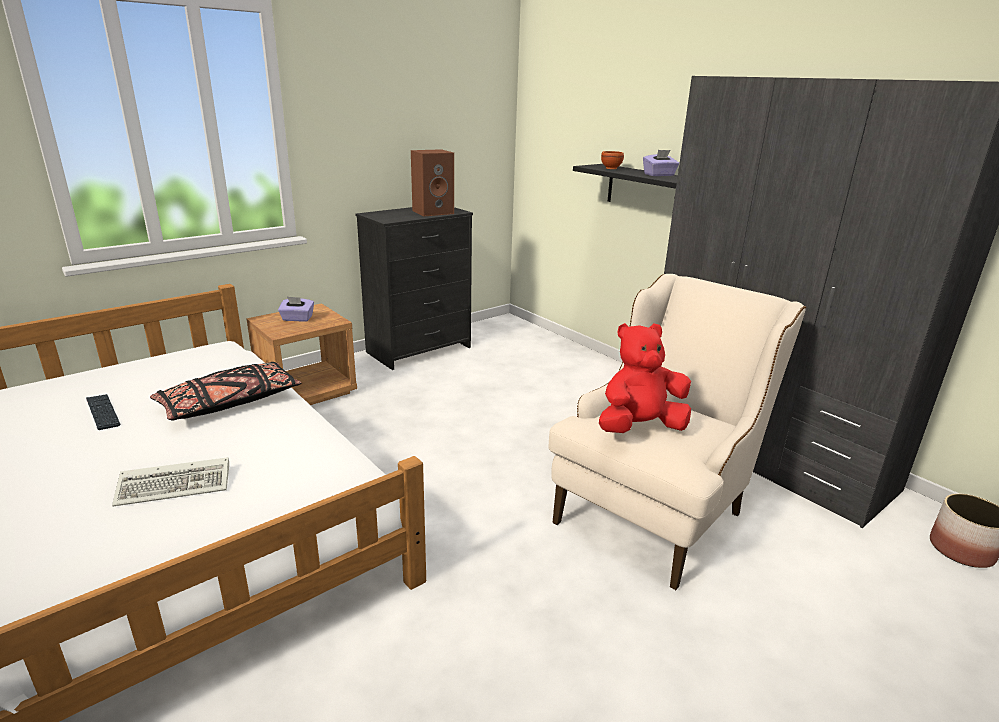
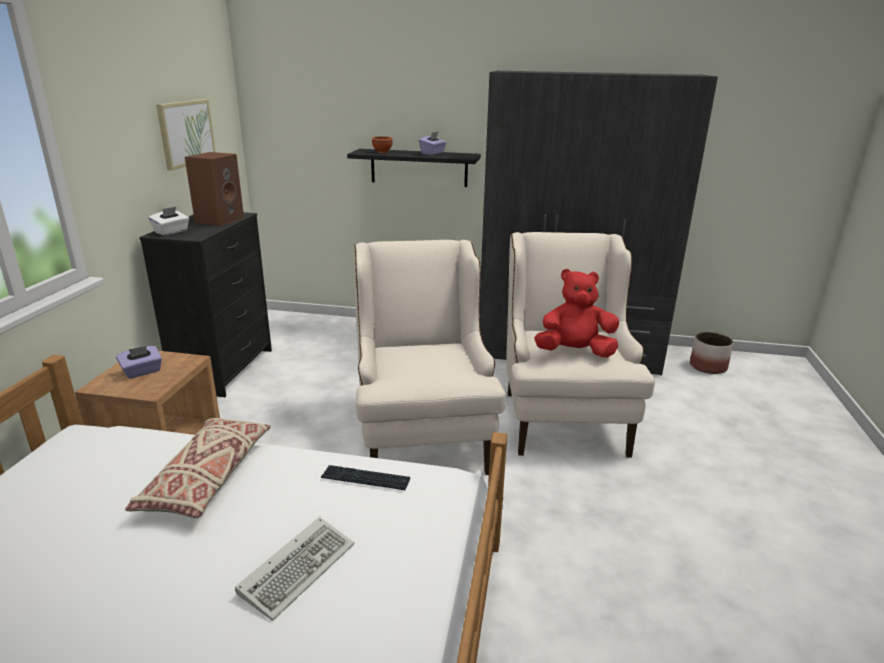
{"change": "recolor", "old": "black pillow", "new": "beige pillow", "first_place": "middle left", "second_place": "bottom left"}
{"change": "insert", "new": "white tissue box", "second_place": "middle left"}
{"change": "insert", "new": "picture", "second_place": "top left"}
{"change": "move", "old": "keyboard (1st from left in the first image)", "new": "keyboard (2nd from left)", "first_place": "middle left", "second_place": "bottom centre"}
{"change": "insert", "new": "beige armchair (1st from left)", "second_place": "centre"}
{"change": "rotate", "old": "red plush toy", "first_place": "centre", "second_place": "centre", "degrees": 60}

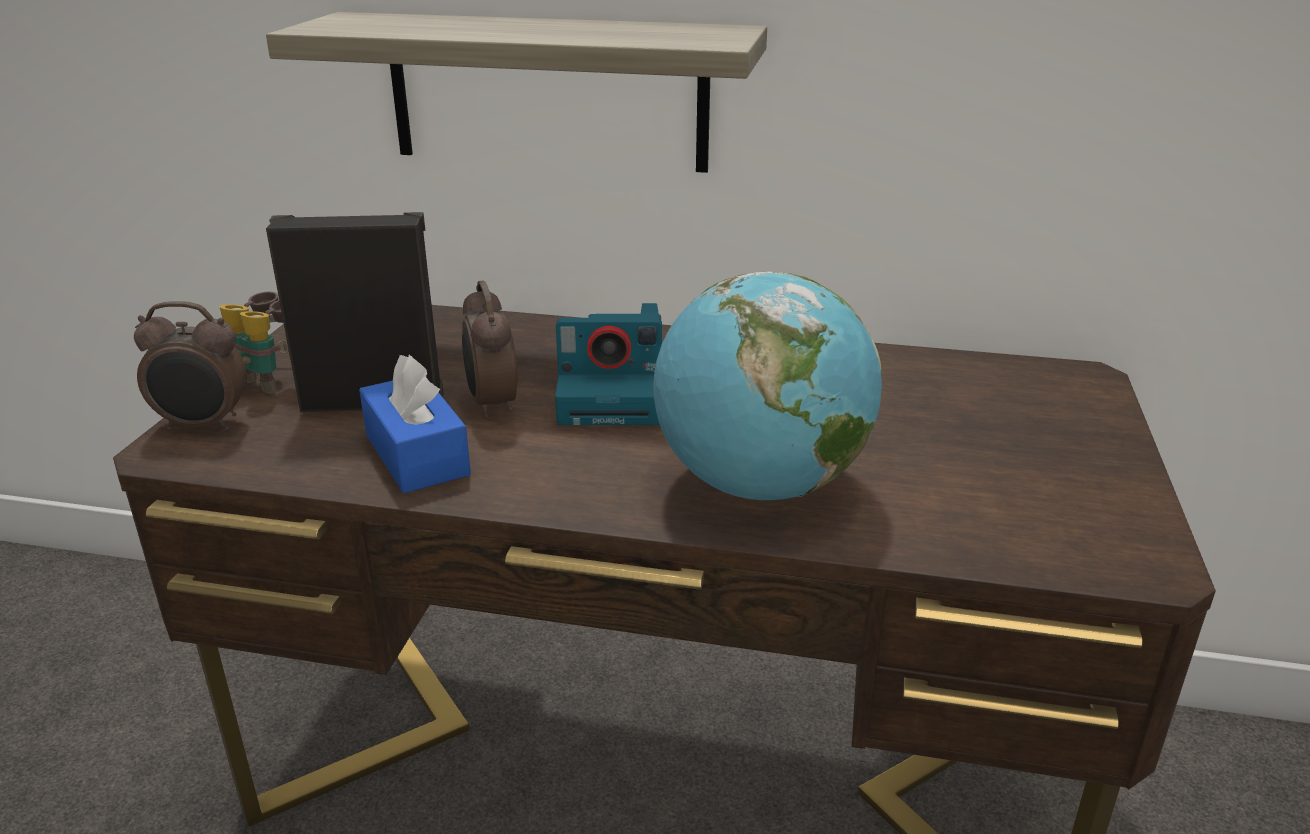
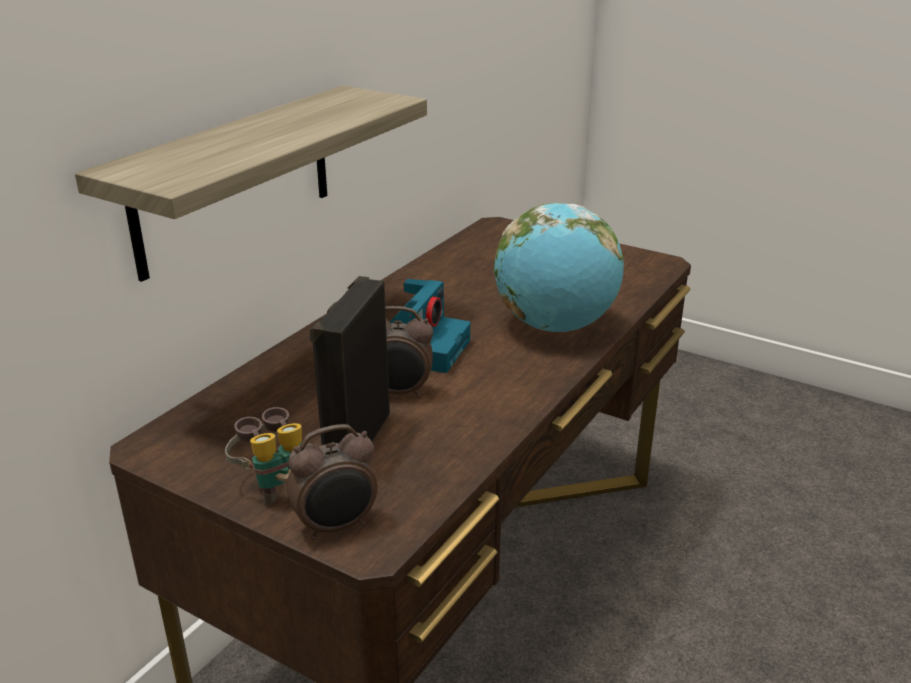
{"change": "rotate", "old": "alarm clock (1st from left)", "first_place": "middle left", "second_place": "bottom centre", "degrees": 45}
{"change": "delete", "old": "blue tissue box", "first_place": "middle left"}

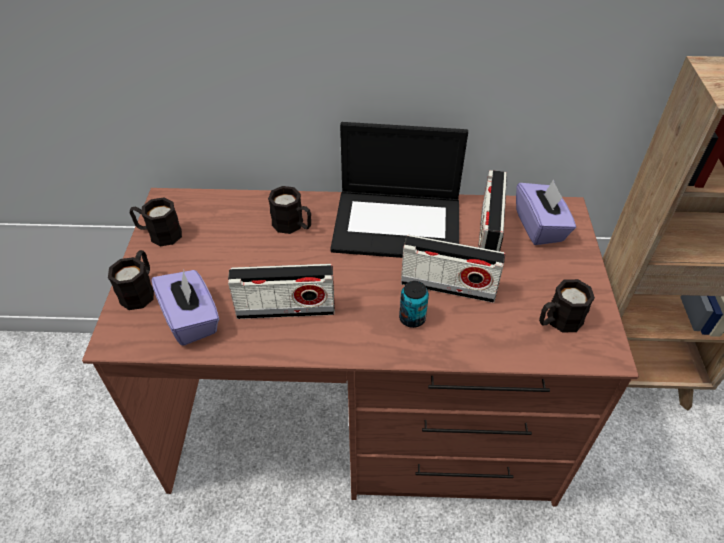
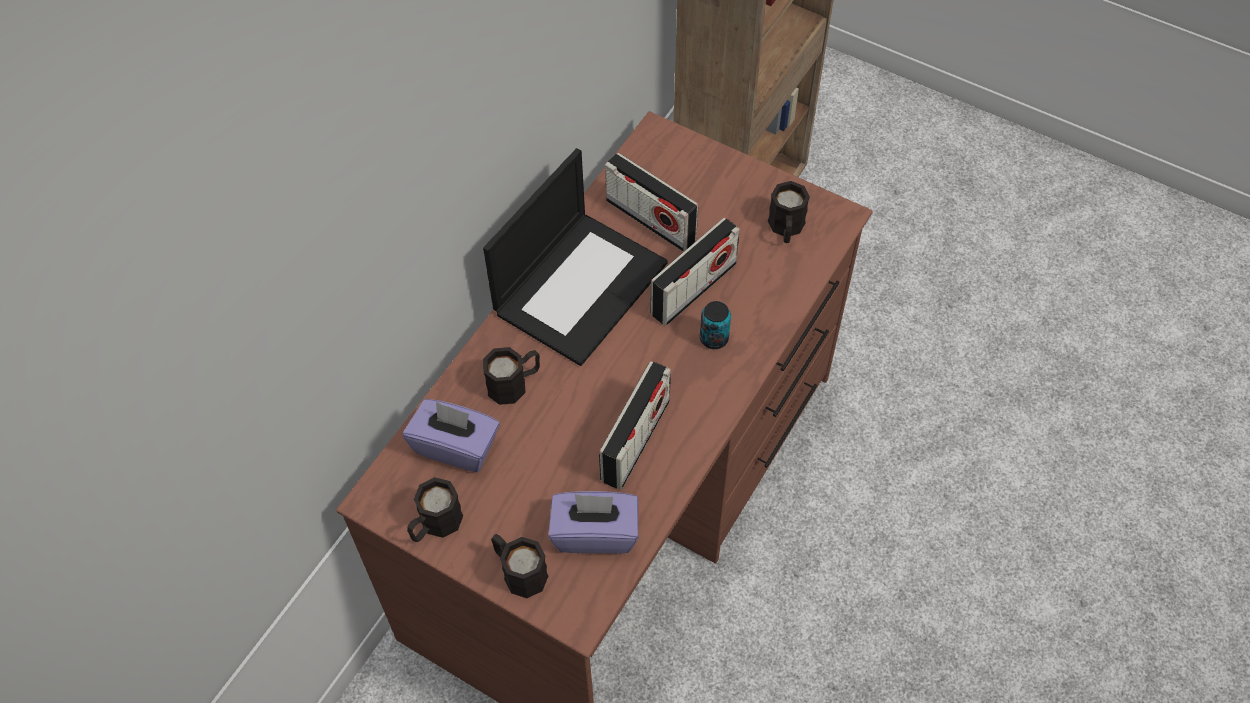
{"change": "move", "old": "purple tissue box (2nd from left in the first image)", "new": "purple tissue box (1st from left)", "first_place": "middle right", "second_place": "centre"}

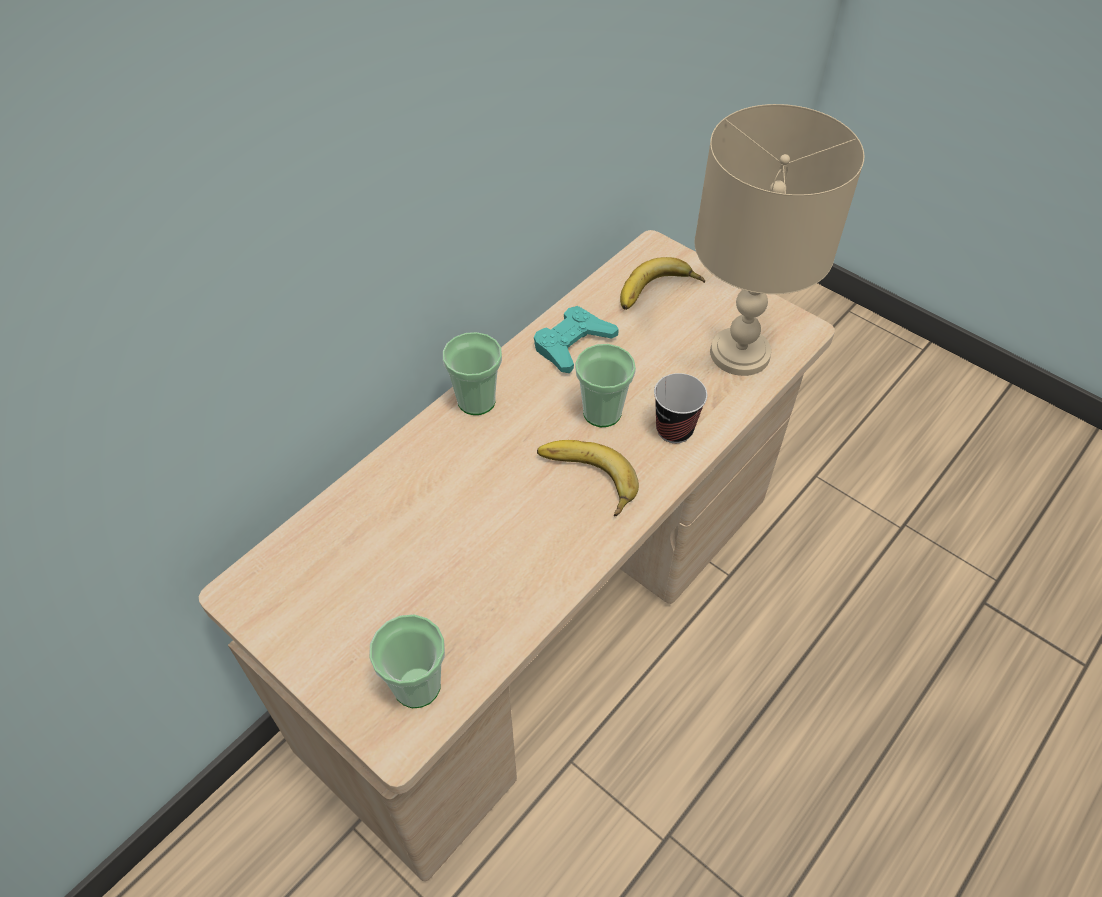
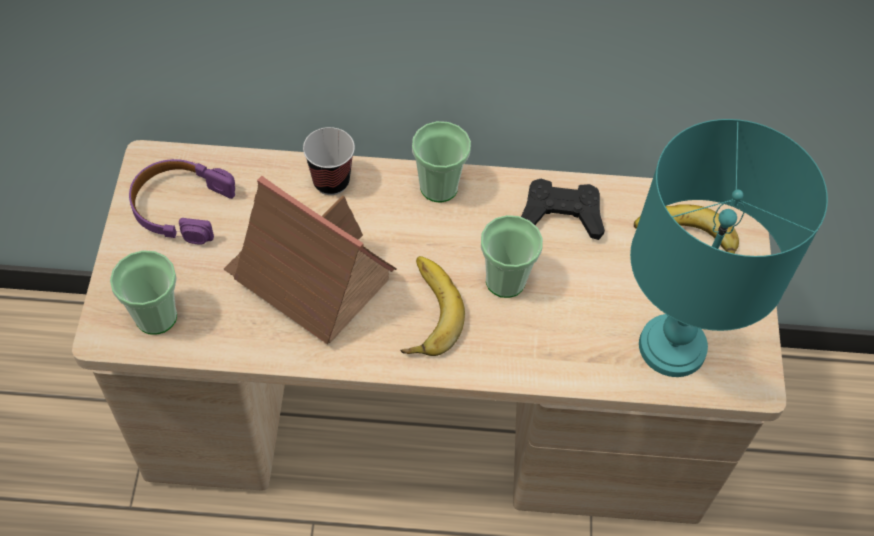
{"change": "insert", "new": "purple headphones", "second_place": "middle left"}
{"change": "insert", "new": "toy house", "second_place": "centre"}
{"change": "move", "old": "cup (4th from left in the first image)", "new": "cup (2nd from left)", "first_place": "centre", "second_place": "top centre"}
{"change": "recolor", "old": "turquoise game controller", "new": "black game controller", "first_place": "centre", "second_place": "centre"}
{"change": "recolor", "old": "beige table lamp", "new": "turquoise table lamp", "first_place": "top right", "second_place": "middle right"}

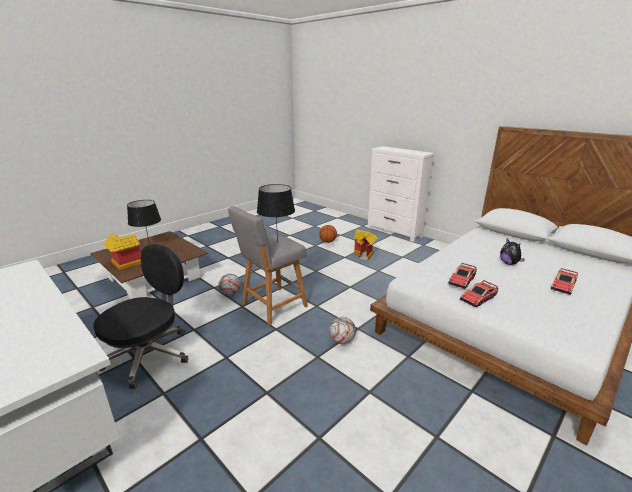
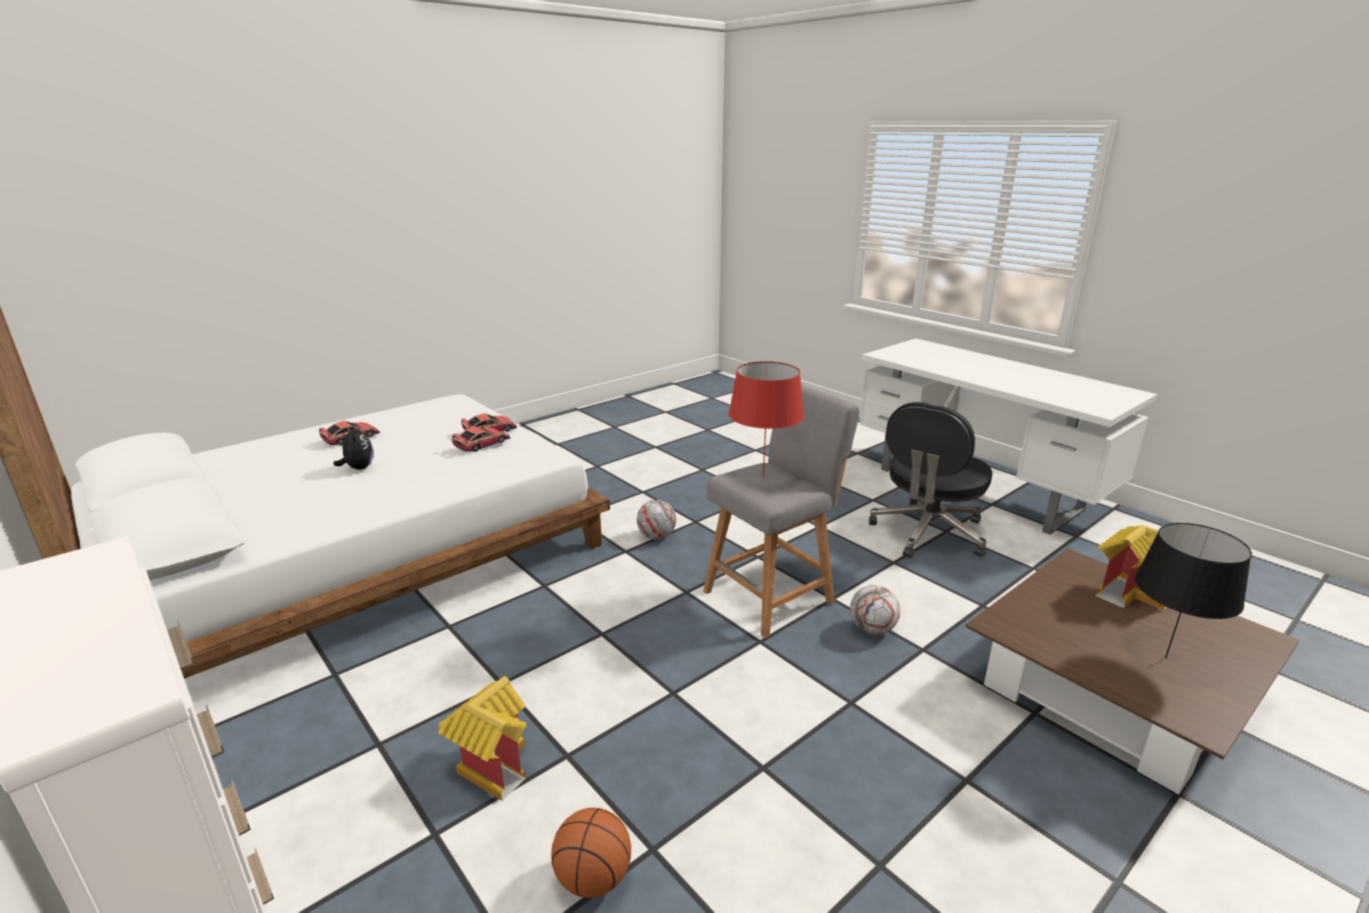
{"change": "recolor", "old": "black table lamp (2nd from left)", "new": "red table lamp", "first_place": "centre", "second_place": "centre"}

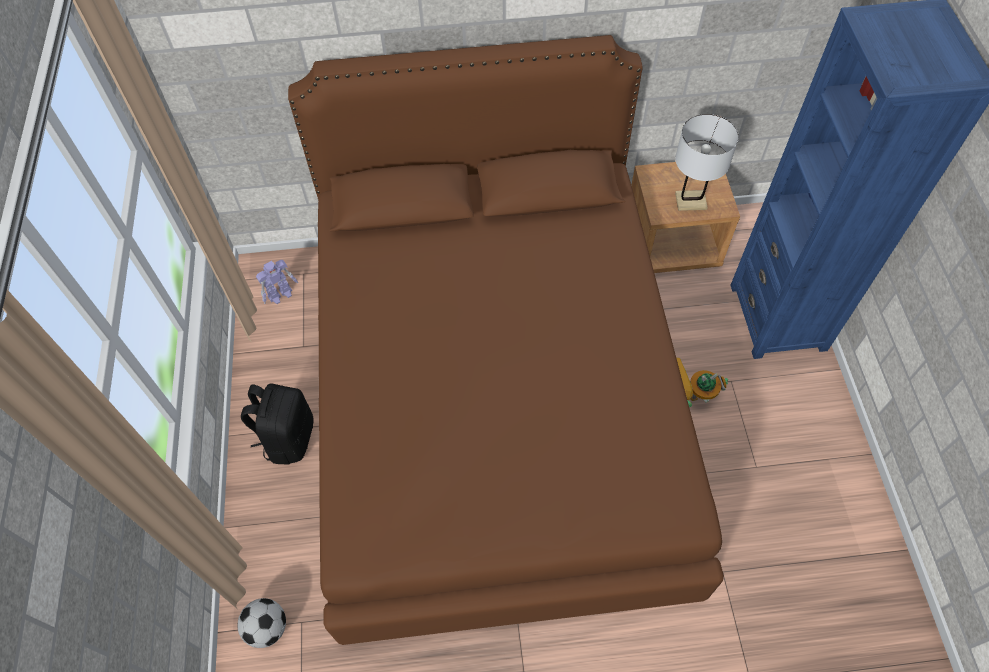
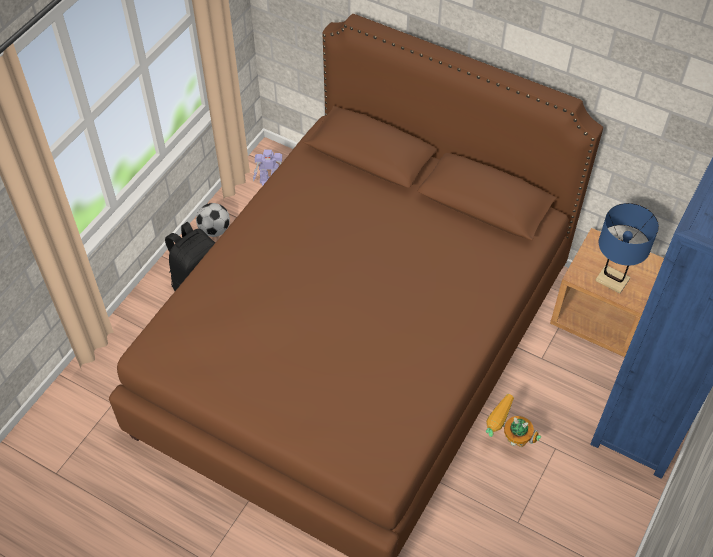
{"change": "move", "old": "football", "first_place": "bottom left", "second_place": "middle left"}
{"change": "recolor", "old": "white table lamp", "new": "blue table lamp", "first_place": "top right", "second_place": "middle right"}

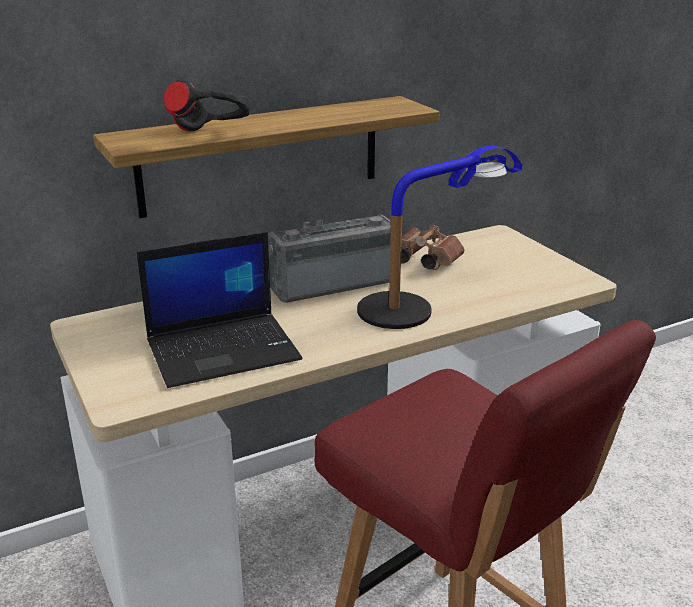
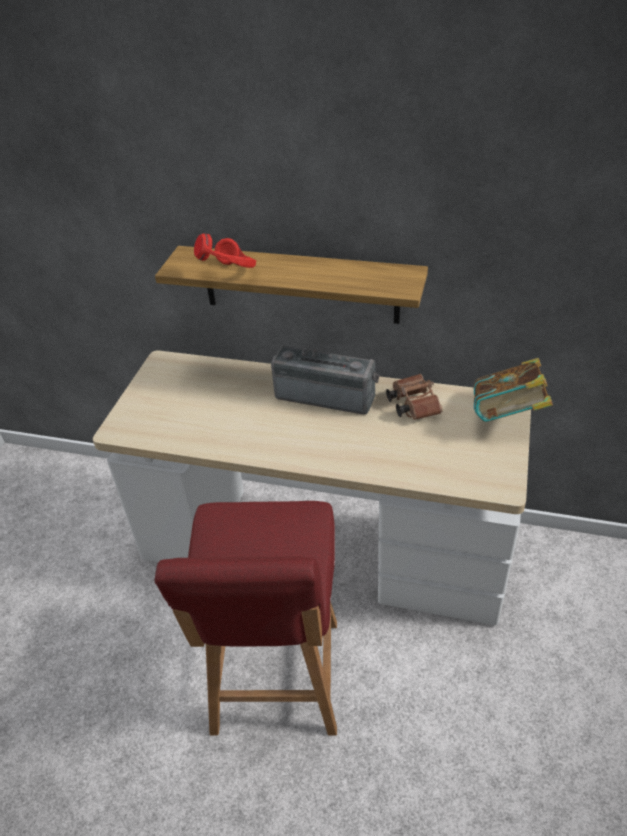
{"change": "recolor", "old": "black headphones", "new": "red headphones", "first_place": "top left", "second_place": "top centre"}
{"change": "insert", "new": "book", "second_place": "middle right"}
{"change": "delete", "old": "laptop", "first_place": "middle left"}
{"change": "delete", "old": "table lamp", "first_place": "centre"}

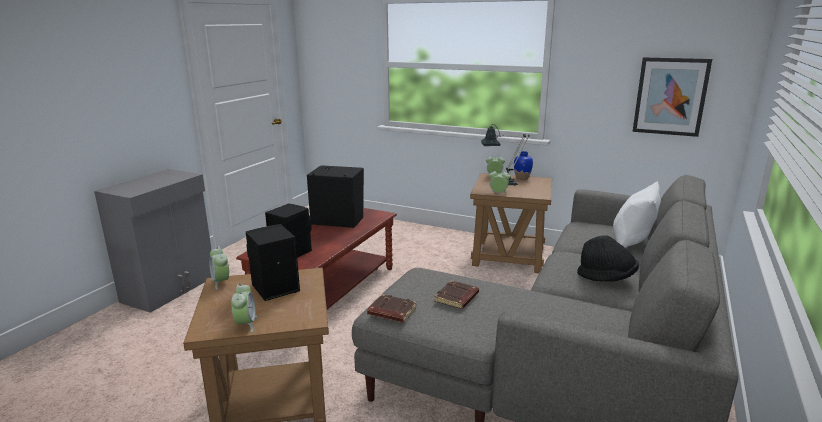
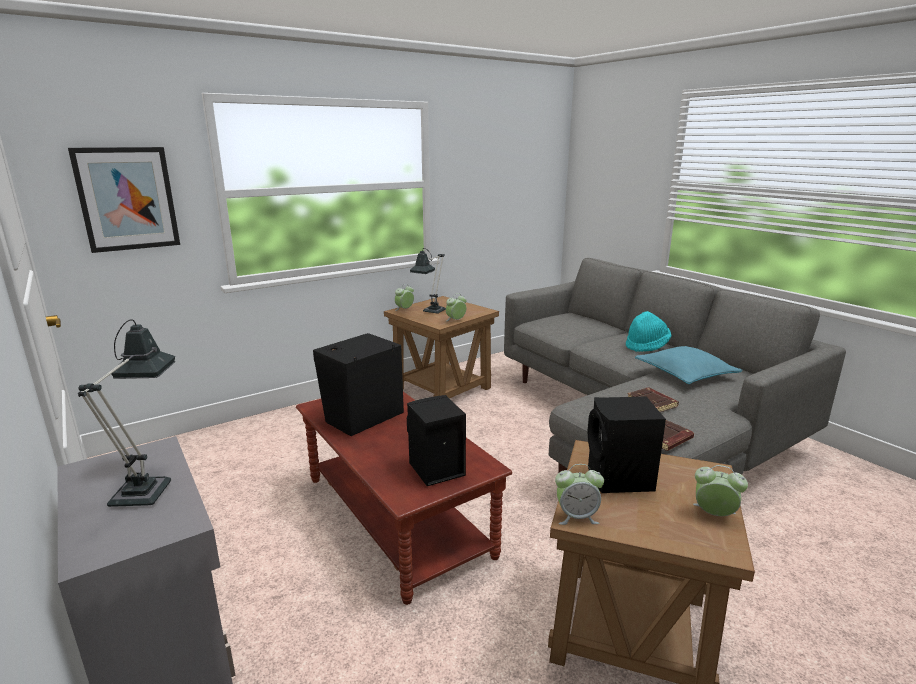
{"change": "move", "old": "picture", "first_place": "top right", "second_place": "top left"}
{"change": "insert", "new": "table lamp (1st from left)", "second_place": "middle left"}
{"change": "recolor", "old": "black hat", "new": "turquoise hat", "first_place": "middle right", "second_place": "middle right"}
{"change": "insert", "new": "turquoise pillow", "second_place": "middle right"}
{"change": "delete", "old": "blue vase", "first_place": "centre"}
{"change": "delete", "old": "white pillow", "first_place": "middle right"}

